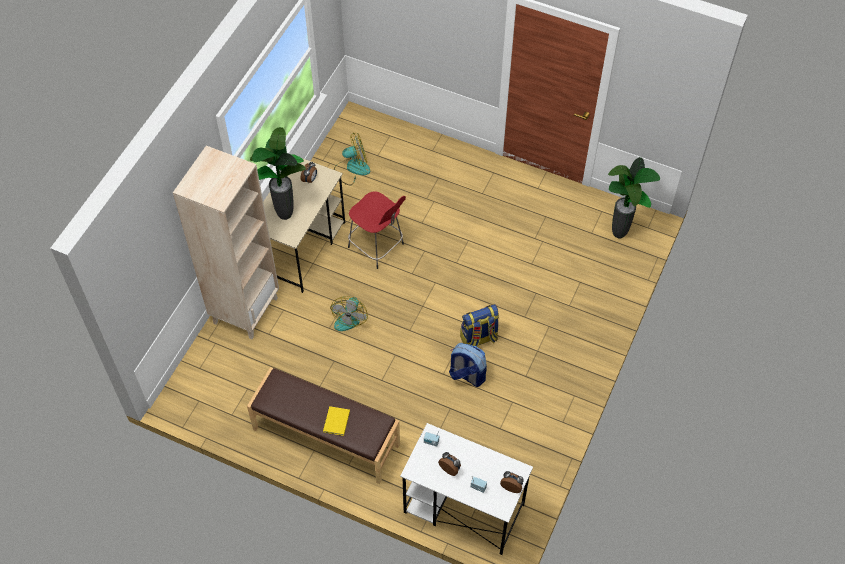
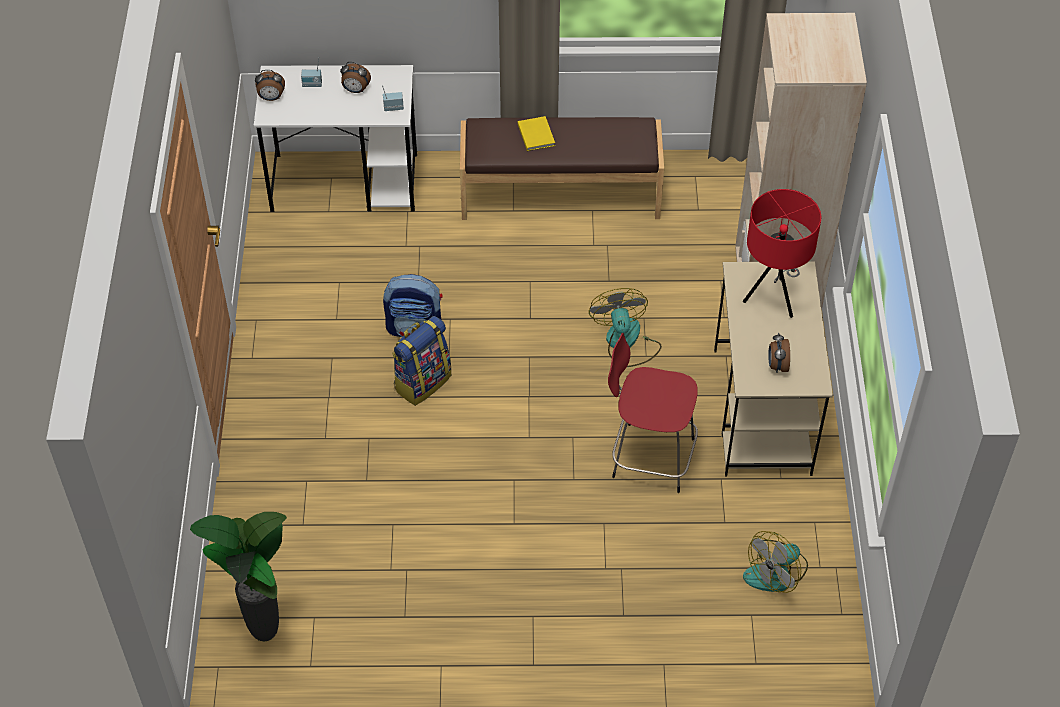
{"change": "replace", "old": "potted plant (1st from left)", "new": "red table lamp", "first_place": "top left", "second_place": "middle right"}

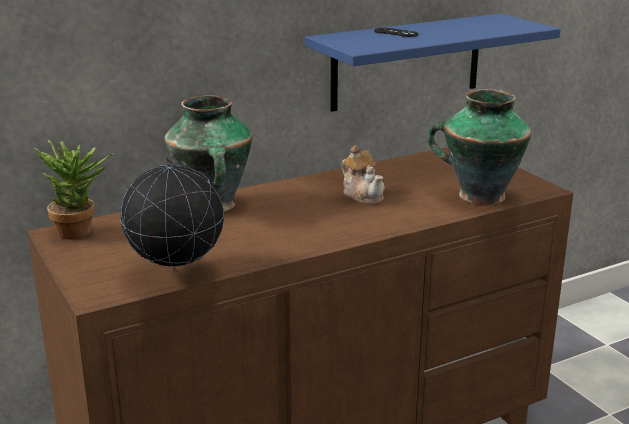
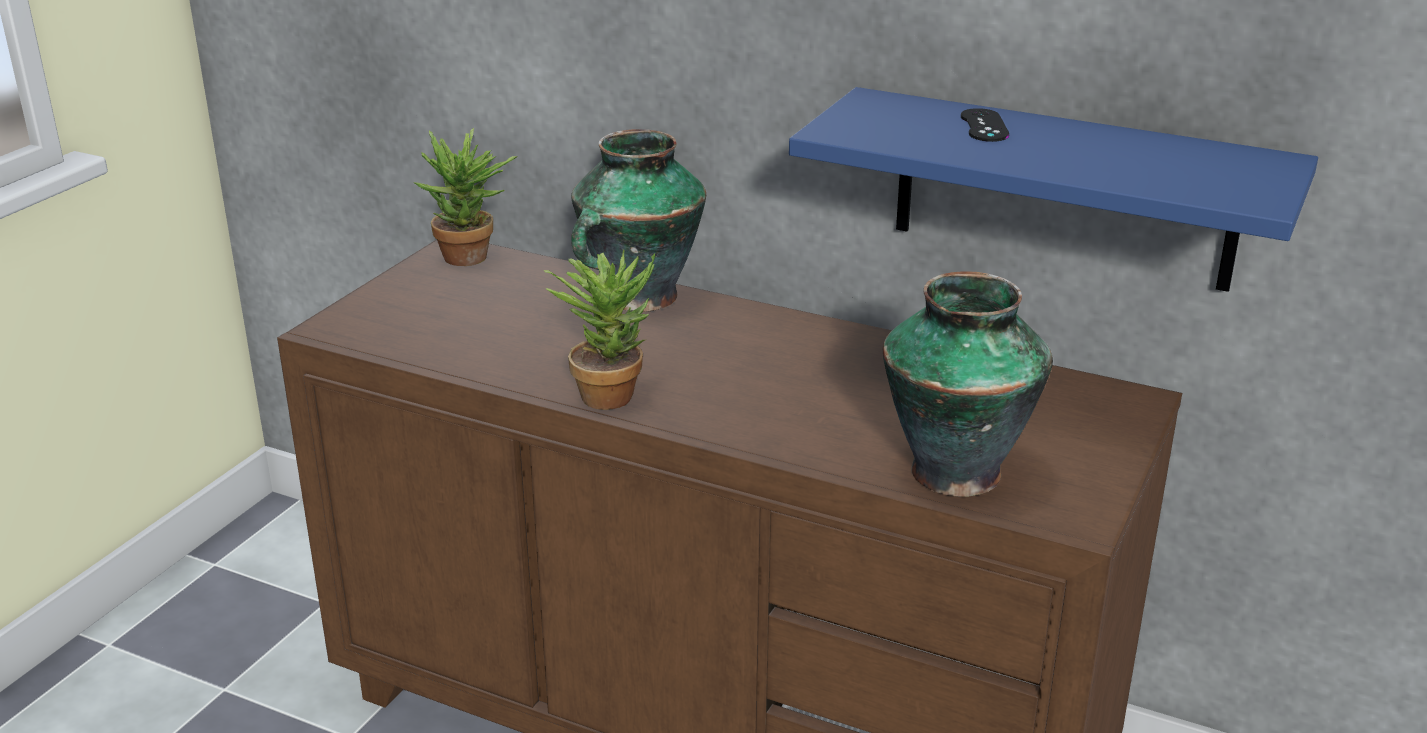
{"change": "insert", "new": "potted plant (2nd from left)", "second_place": "centre"}
{"change": "delete", "old": "globe", "first_place": "middle left"}
{"change": "delete", "old": "teapot", "first_place": "centre"}

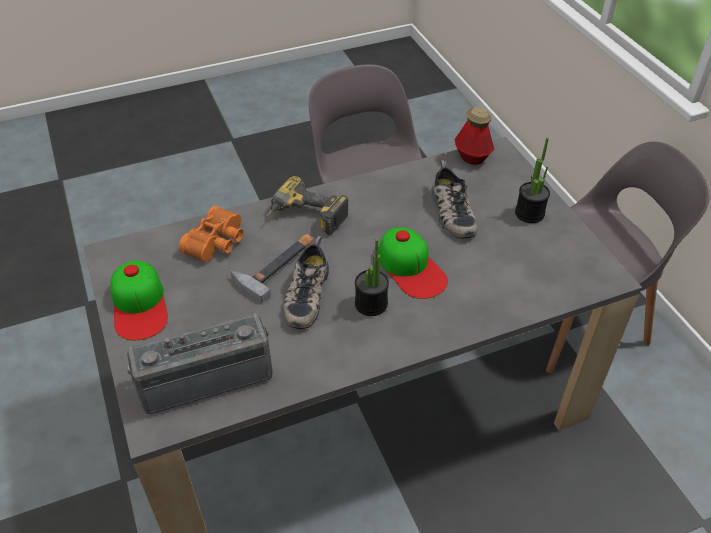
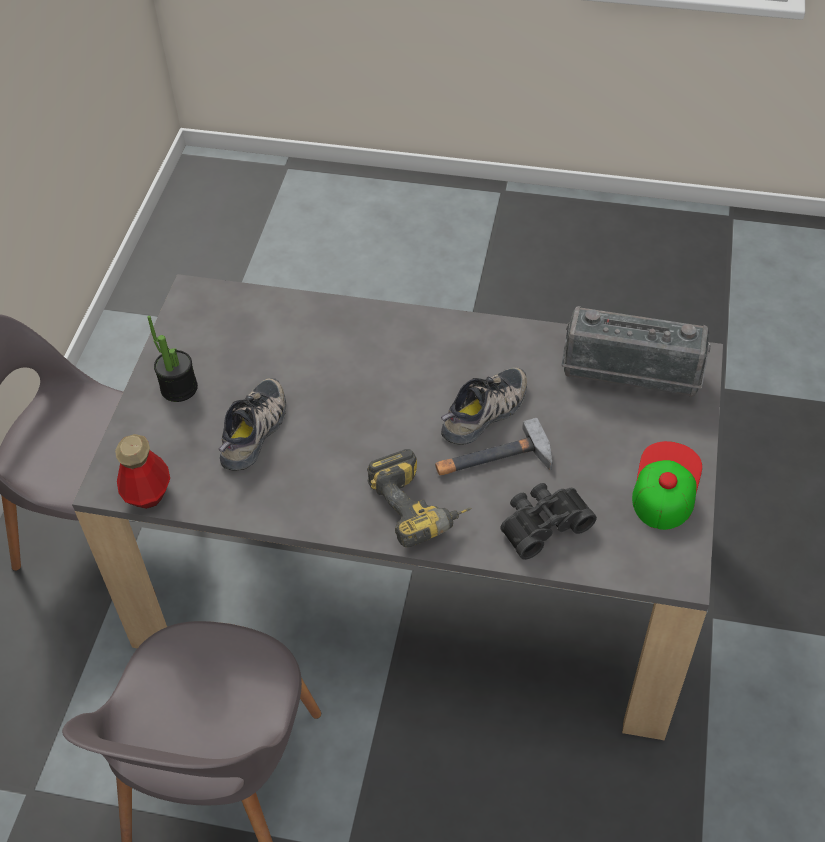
{"change": "recolor", "old": "orange binoculars", "new": "black binoculars", "first_place": "middle left", "second_place": "centre"}
{"change": "delete", "old": "potted plant (1st from left)", "first_place": "centre"}
{"change": "delete", "old": "cap (2nd from left)", "first_place": "centre"}

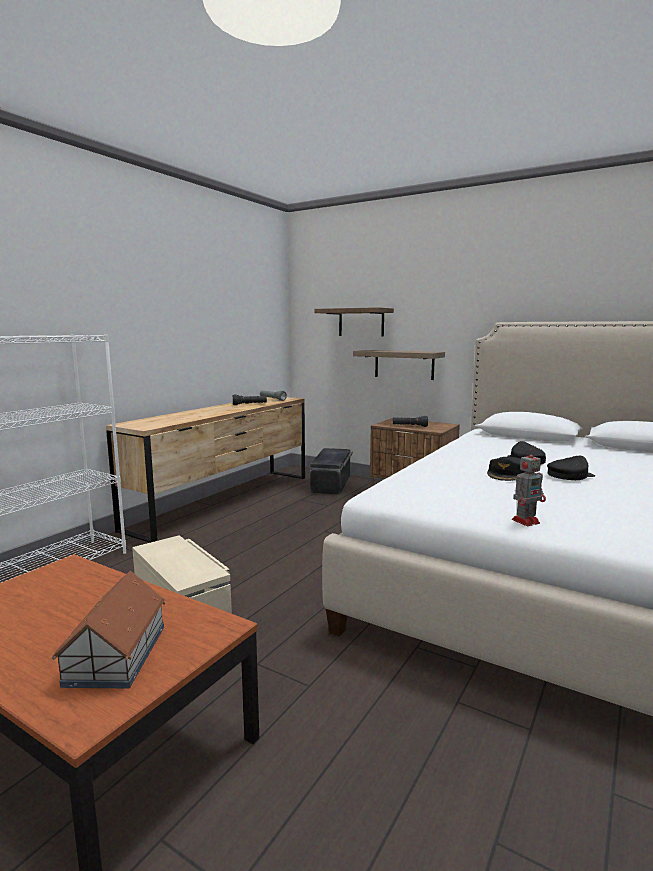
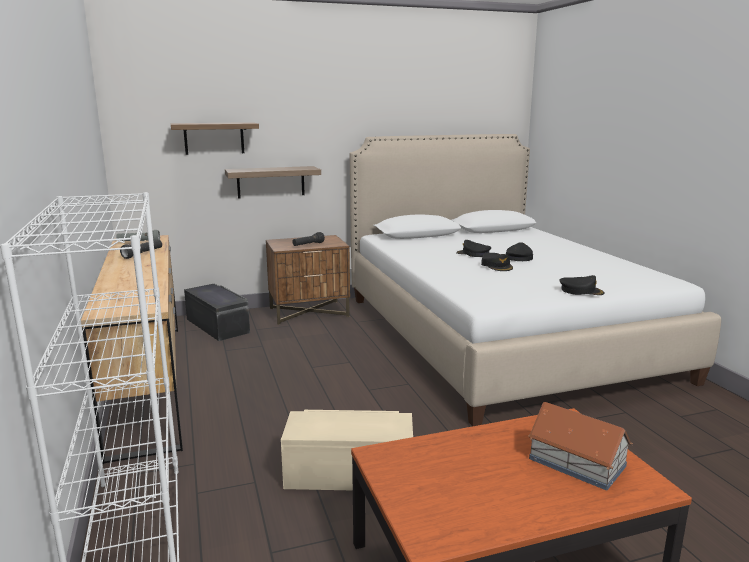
{"change": "replace", "old": "toy robot", "new": "black cap (4th from left)", "first_place": "middle right", "second_place": "middle right"}

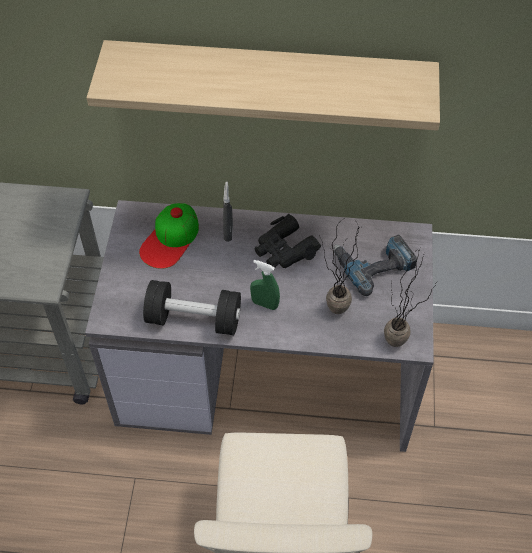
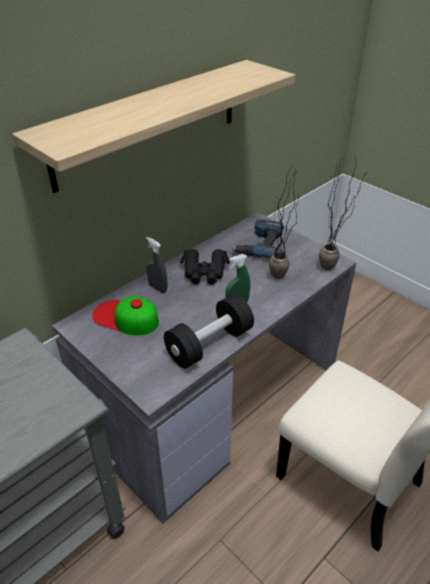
{"change": "rotate", "old": "cap", "first_place": "middle left", "second_place": "middle left", "degrees": 135}

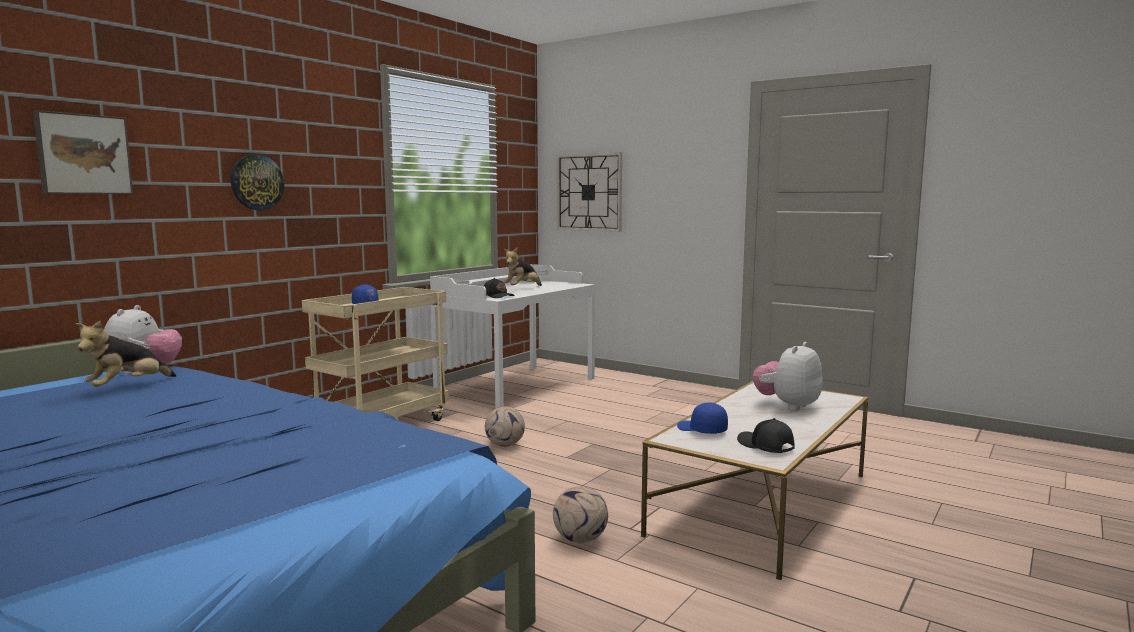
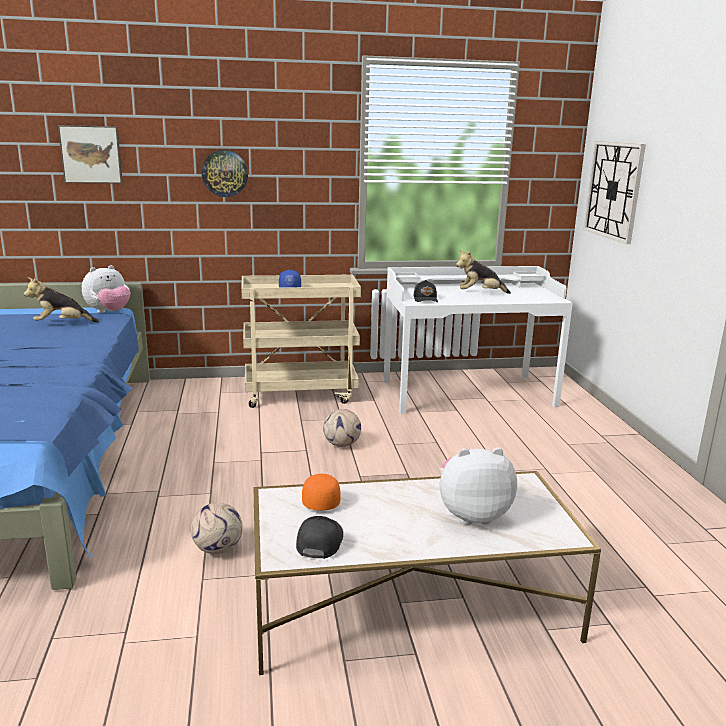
{"change": "recolor", "old": "blue cap (2nd from left)", "new": "orange cap", "first_place": "centre", "second_place": "bottom centre"}

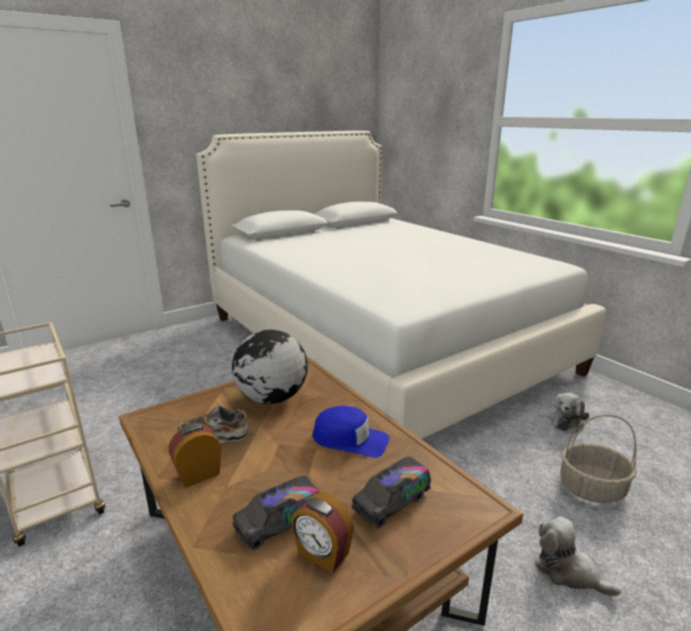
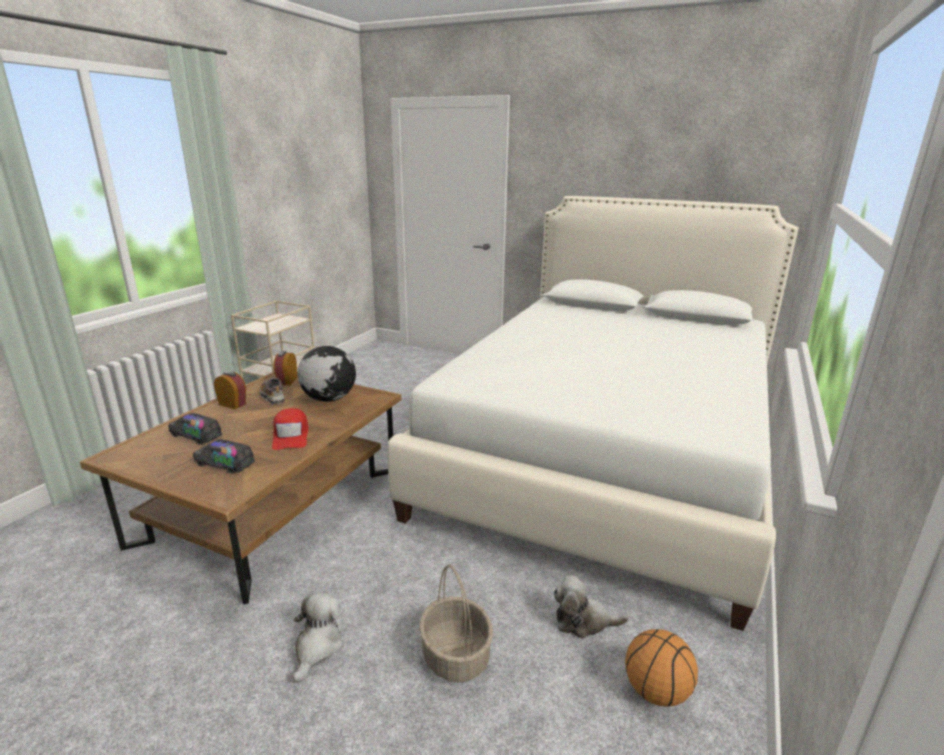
{"change": "recolor", "old": "blue cap", "new": "red cap", "first_place": "bottom centre", "second_place": "middle left"}
{"change": "move", "old": "alarm clock (2nd from left)", "first_place": "bottom centre", "second_place": "middle left"}
{"change": "insert", "new": "basketball", "second_place": "bottom right"}

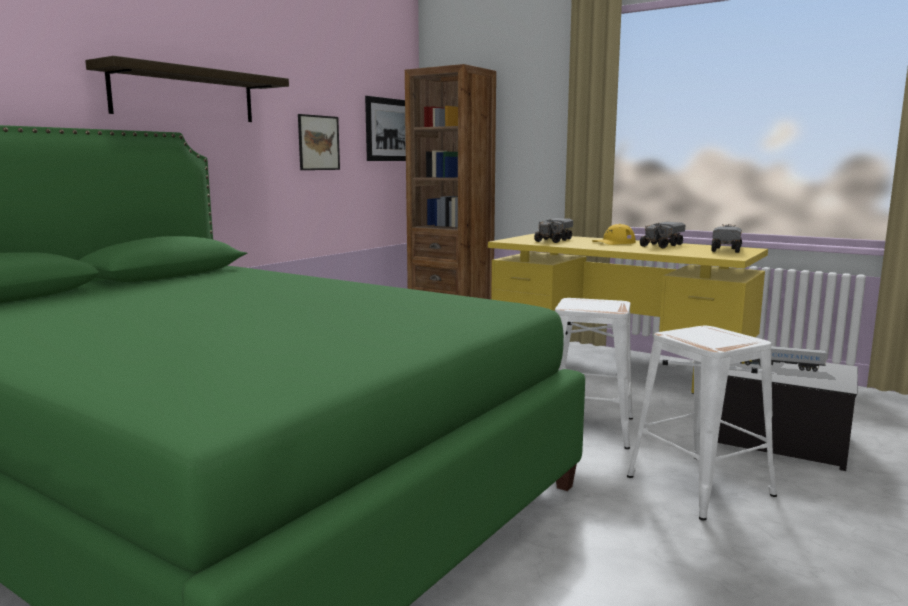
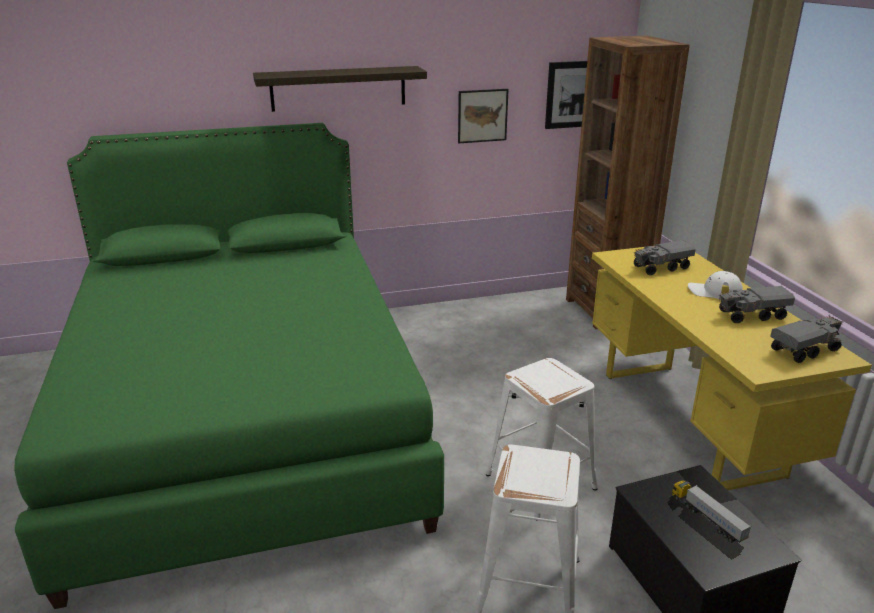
{"change": "recolor", "old": "yellow cap", "new": "white cap", "first_place": "middle right", "second_place": "middle right"}

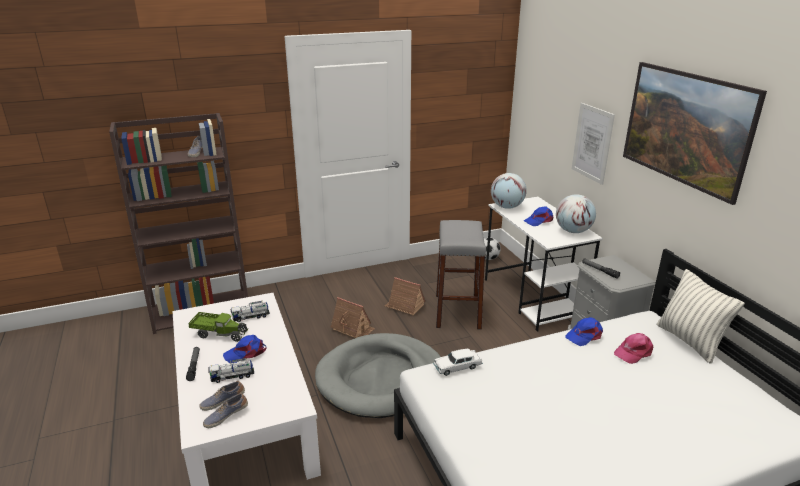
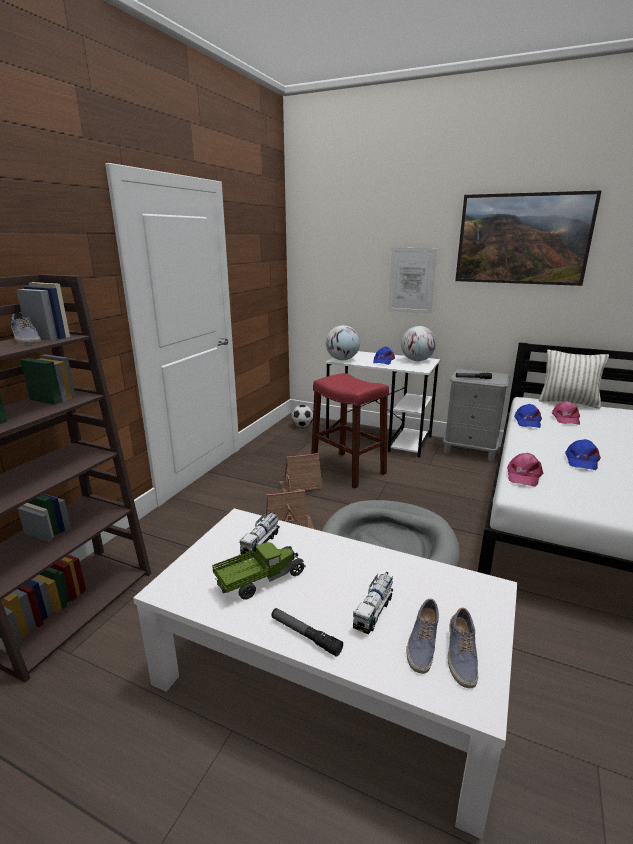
{"change": "recolor", "old": "grey stool", "new": "red stool", "first_place": "centre", "second_place": "centre"}
{"change": "replace", "old": "white toy car", "new": "pink cap (1st from left)", "first_place": "bottom centre", "second_place": "middle right"}
{"change": "move", "old": "blue cap (1st from left in the first image)", "new": "blue cap (3rd from left)", "first_place": "bottom left", "second_place": "middle right"}

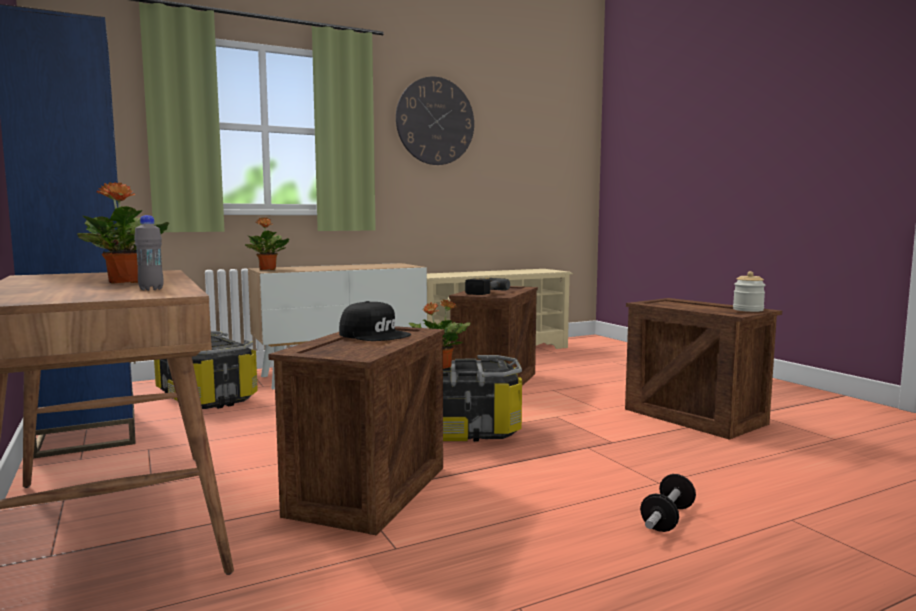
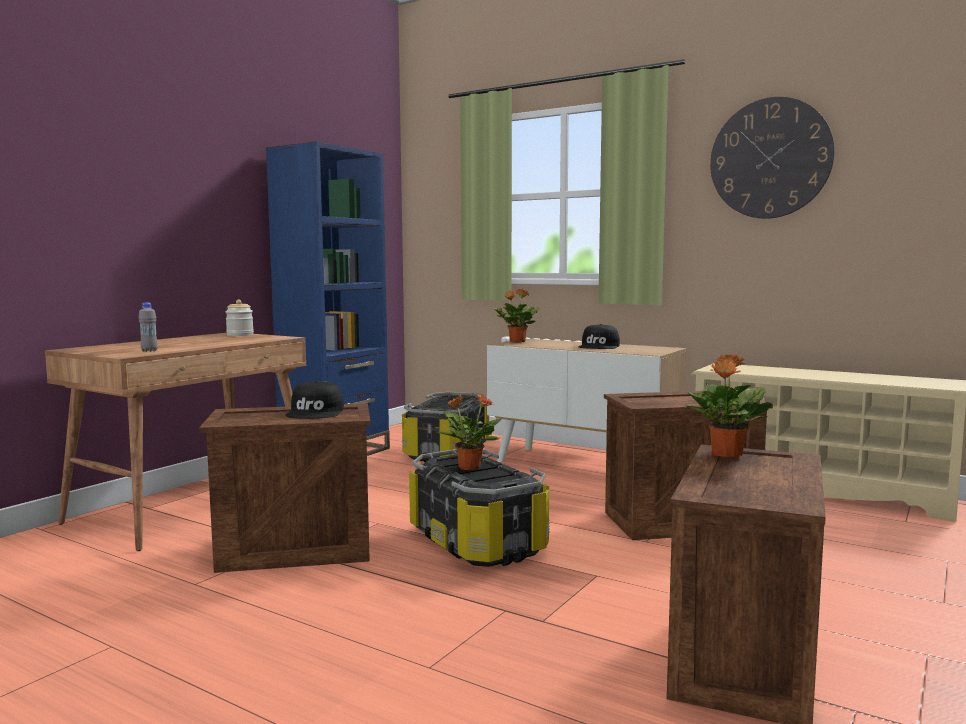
{"change": "move", "old": "jar", "first_place": "middle right", "second_place": "middle left"}
{"change": "insert", "new": "black cap (2nd from left)", "second_place": "centre"}
{"change": "move", "old": "potted plant (1st from left in the first image)", "new": "potted plant (3rd from left)", "first_place": "middle left", "second_place": "middle right"}
{"change": "delete", "old": "power drill", "first_place": "centre"}
{"change": "delete", "old": "dumbbell", "first_place": "bottom right"}

